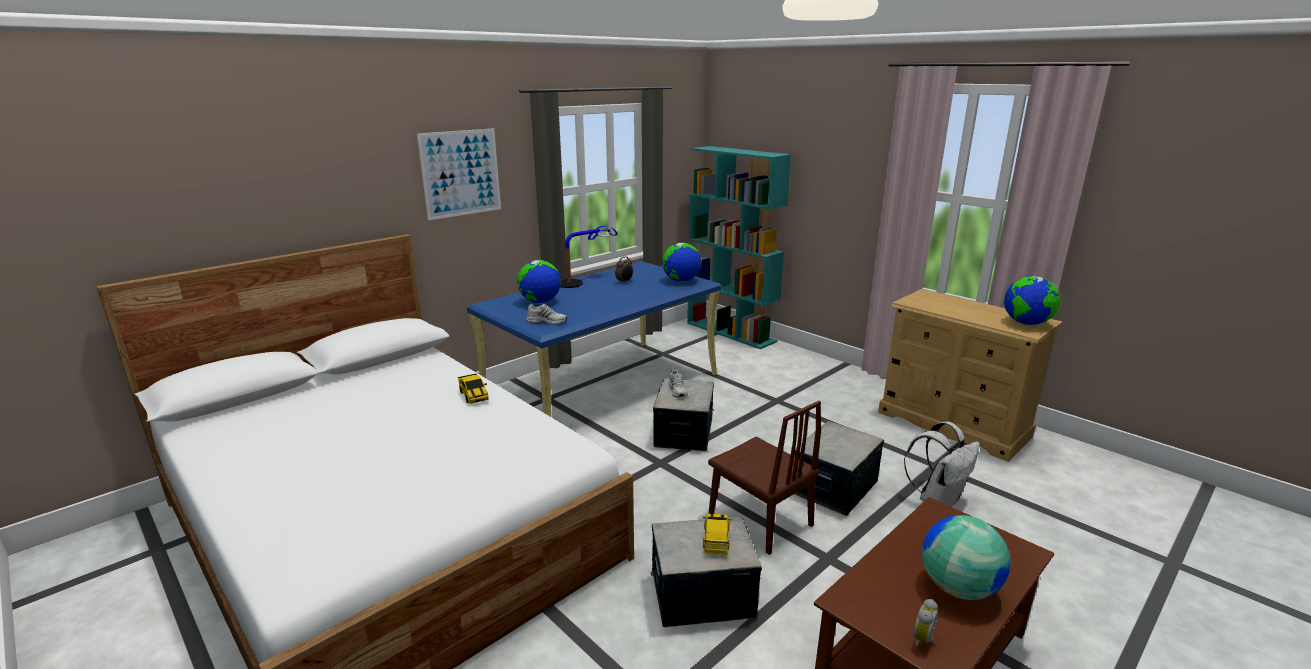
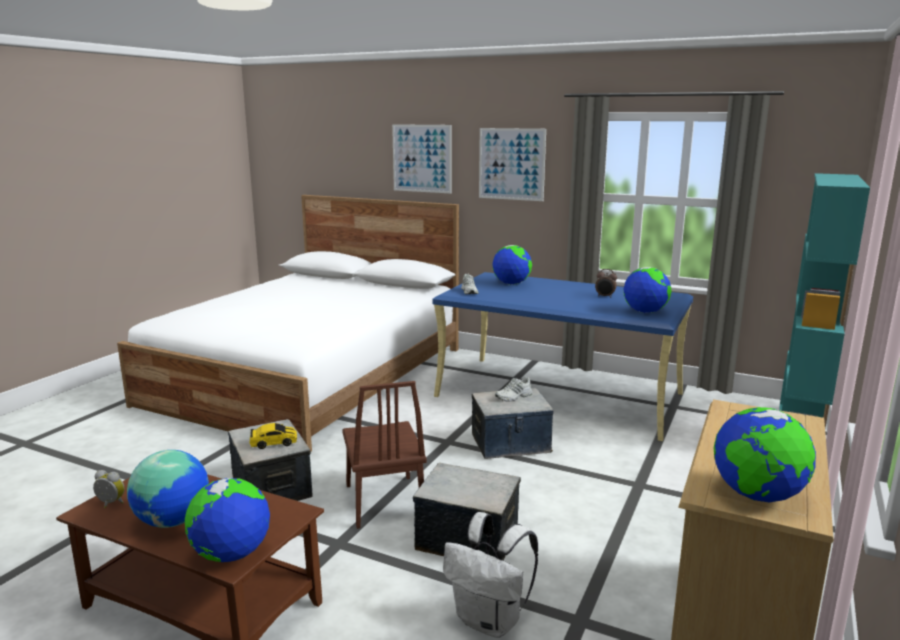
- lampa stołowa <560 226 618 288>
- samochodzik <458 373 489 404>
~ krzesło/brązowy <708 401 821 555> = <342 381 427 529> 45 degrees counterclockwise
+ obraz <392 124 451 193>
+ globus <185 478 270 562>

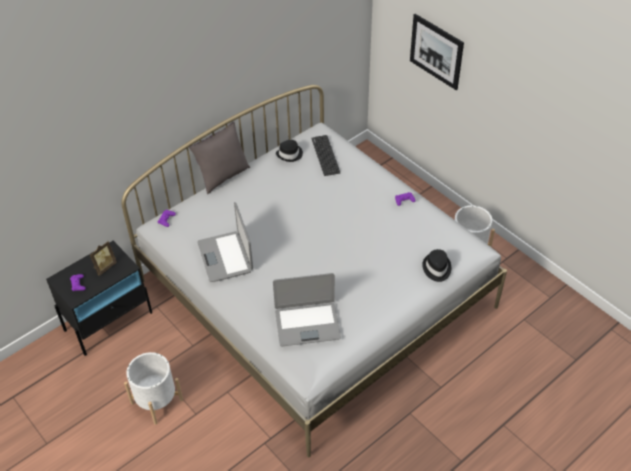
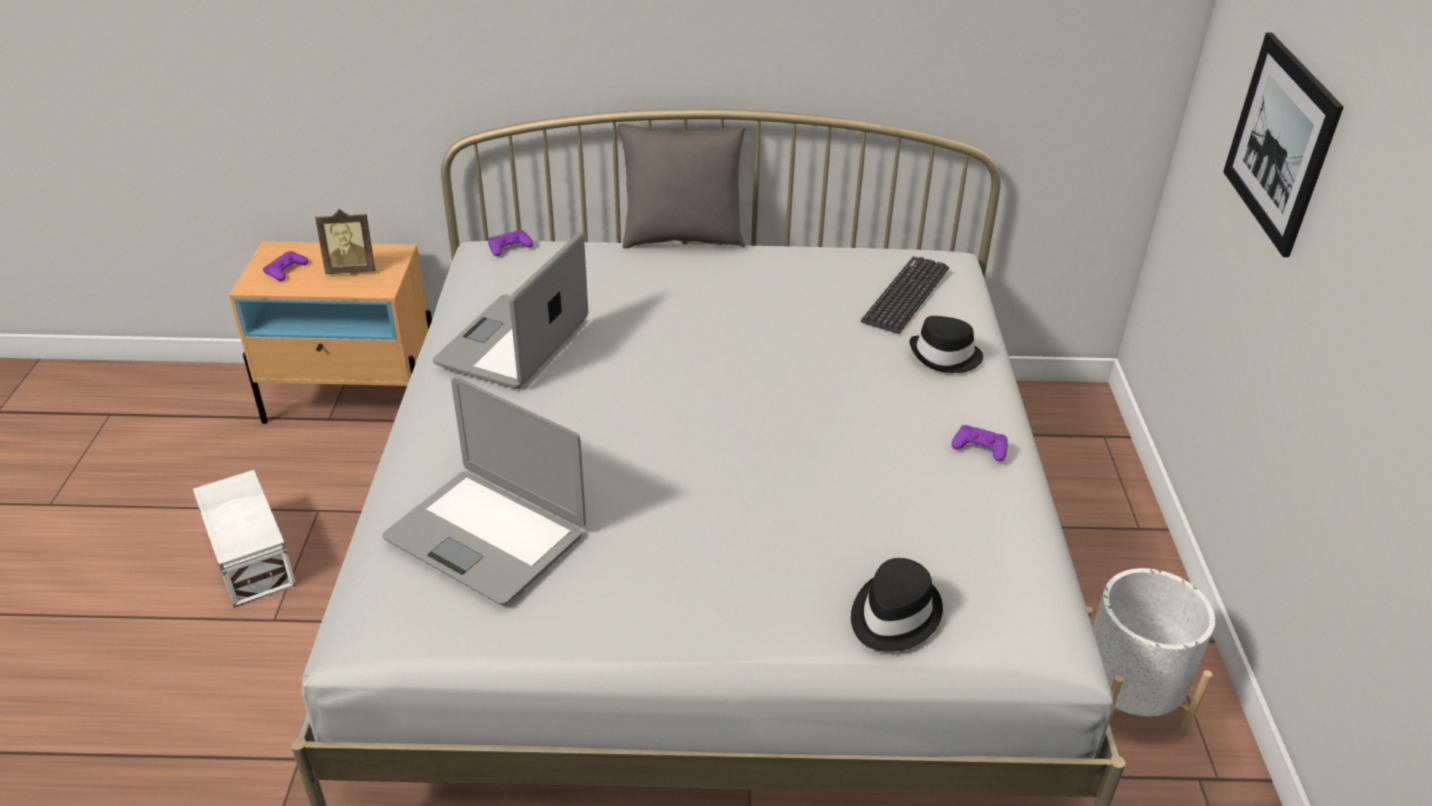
~ kapelusz/czarny <276 140 303 162> to <910 316 983 373>
~ szafka nocna/czarny <46 241 152 356> to szafka nocna/beżowy <229 241 432 424>
~ donica/biały <124 352 183 425> to pojemnik do przechowywania/biały <193 470 297 608>

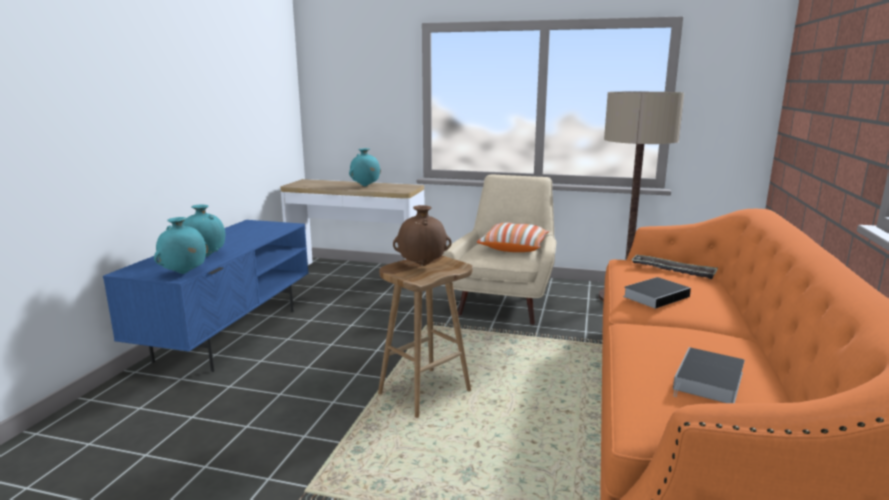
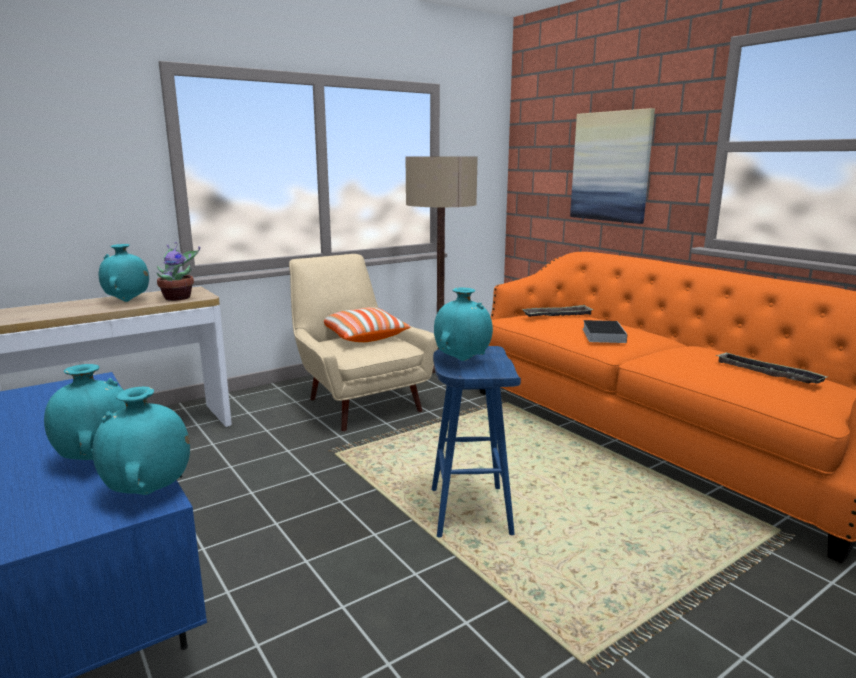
~ wazon/brązowy <393 205 452 266> to wazon/turkusowy <434 287 493 361>
~ stołek/brązowy <378 256 473 418> to stołek/niebieski <432 346 521 538>
~ książka <673 347 745 403> to taca <716 352 827 383>
+ obraz <570 108 655 224>
+ roślina doniczkowa <156 242 200 301>

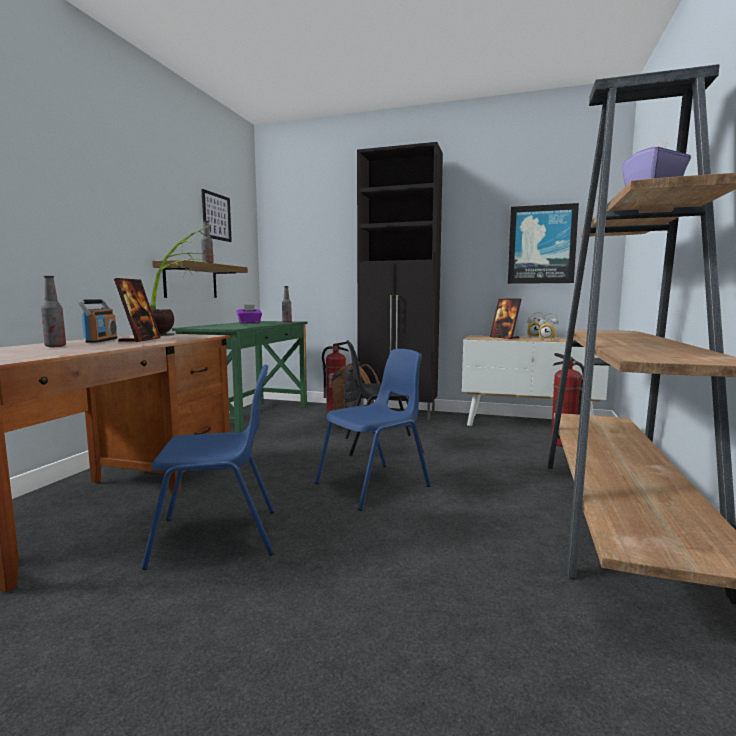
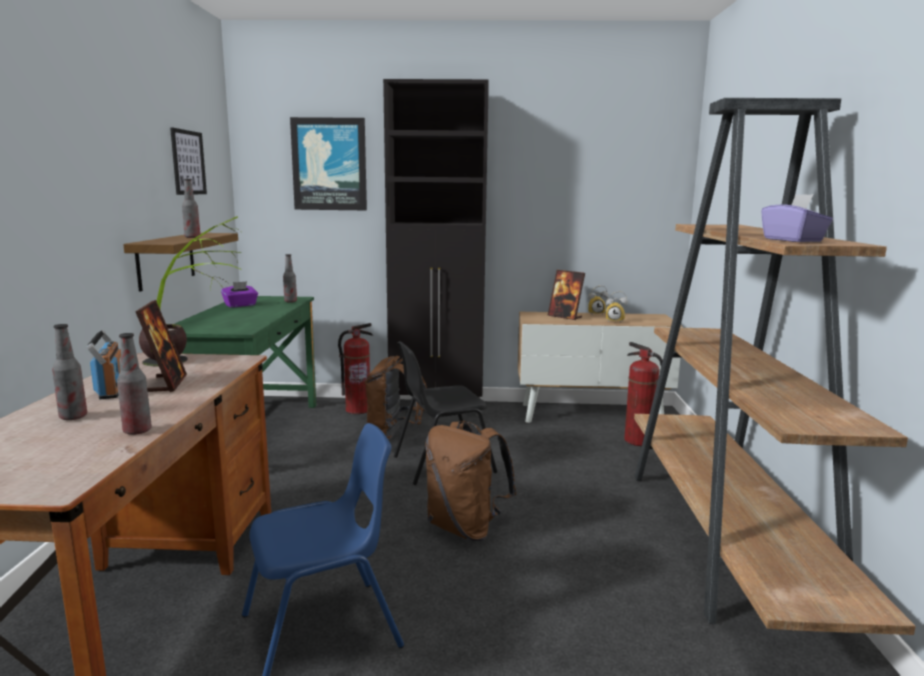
~ obraz <508 203 579 284> to <290 117 367 210>
~ krzesło/niebieski <315 349 431 511> to plecak/brązowy <425 421 517 541>
+ butelka <117 333 152 435>

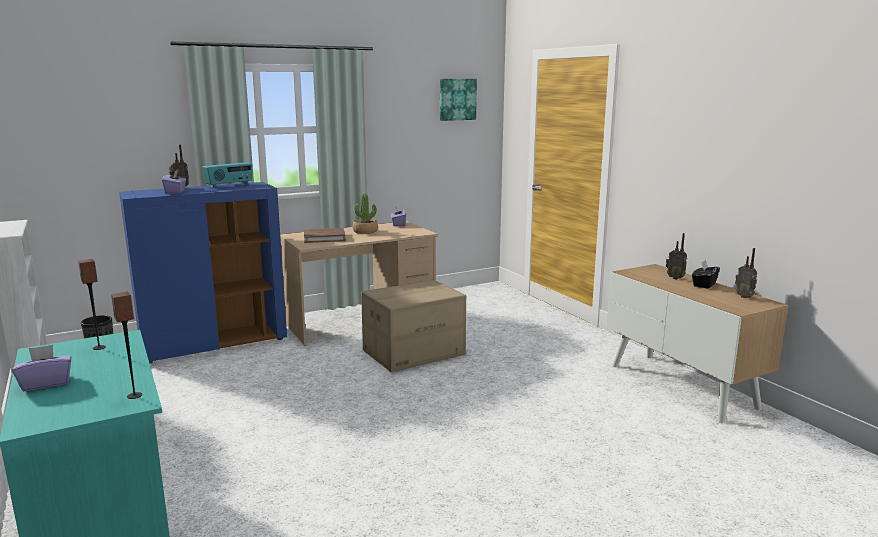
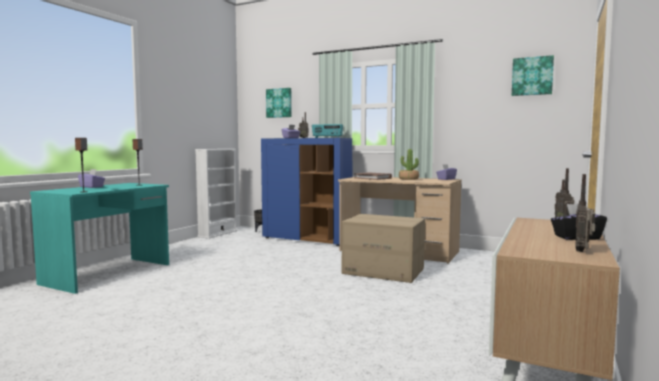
+ obraz <266 88 292 118>

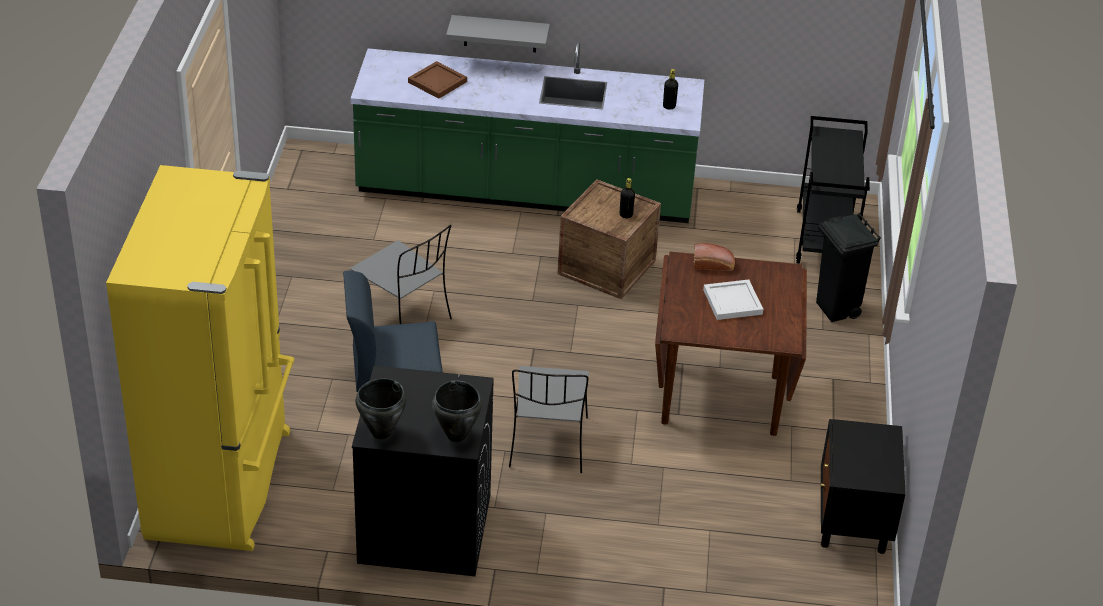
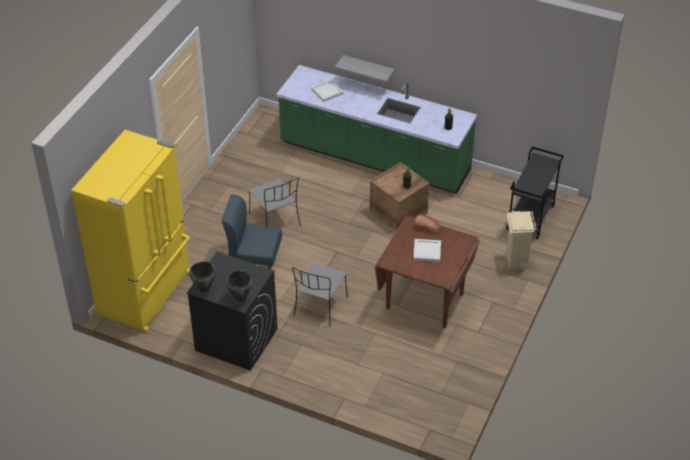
~ taca/brązowy <408 61 467 99> to taca/biały <311 79 343 102>
~ kosz na śmieci/czarny <816 213 881 322> to kosz na śmieci/beżowy <506 211 537 269>
- szafka nocna/czarny <821 419 906 554>

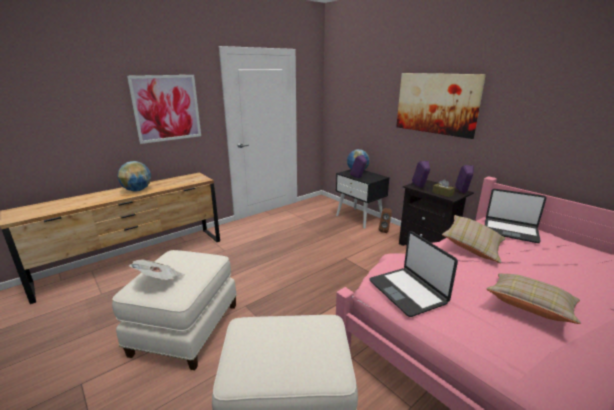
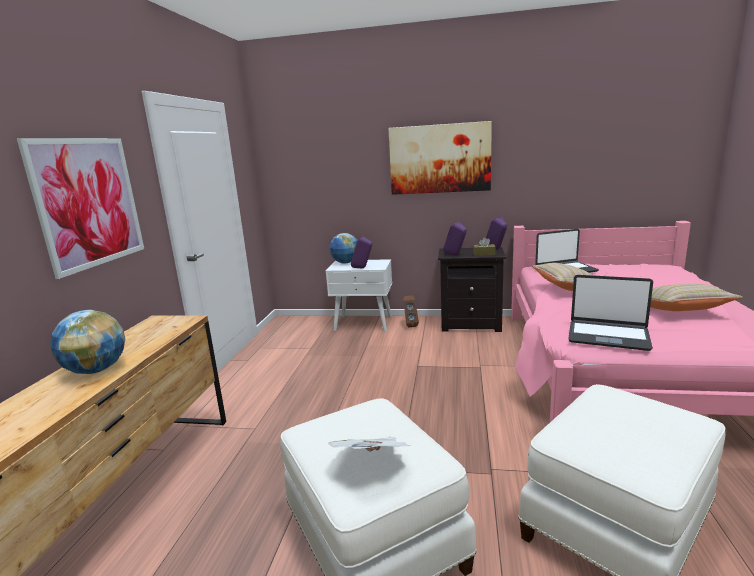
~ szafka nocna/czarny <336 169 390 228> to szafka nocna/biały <326 259 392 331>

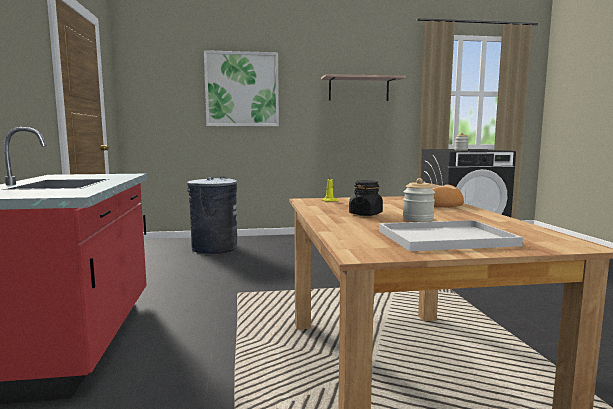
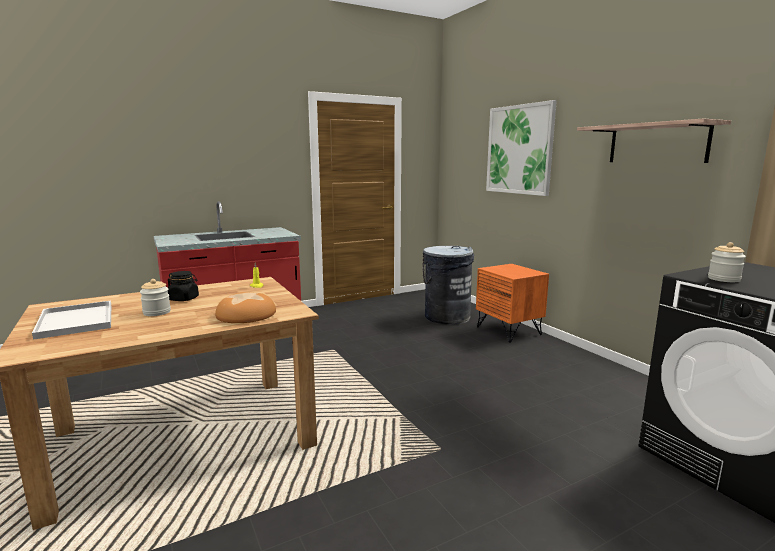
+ szafka nocna/pomarańczowy <476 264 549 343>

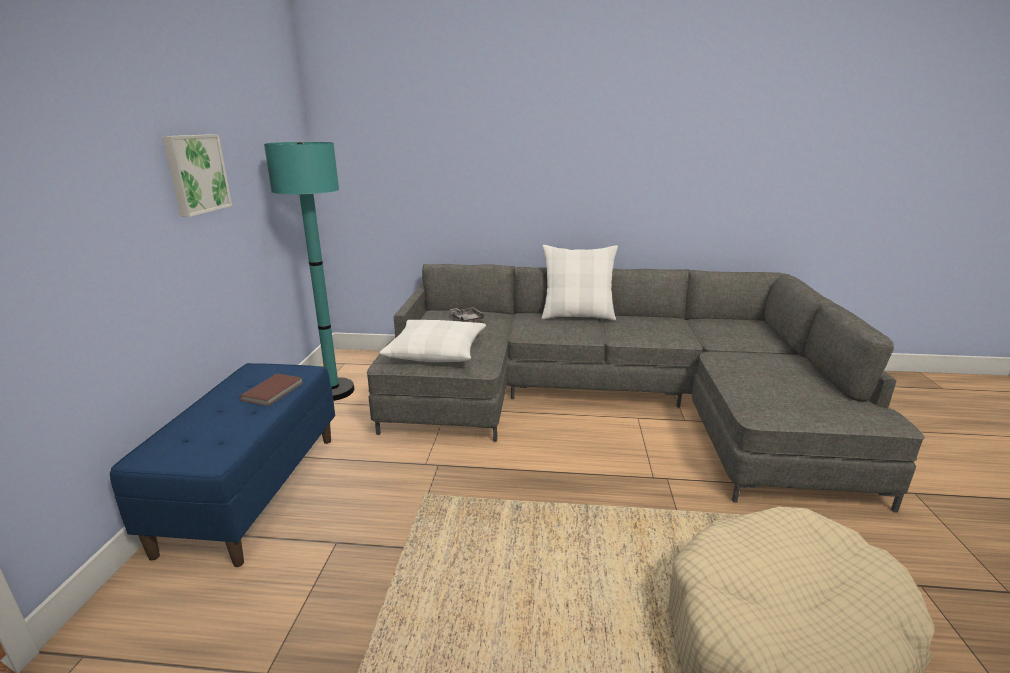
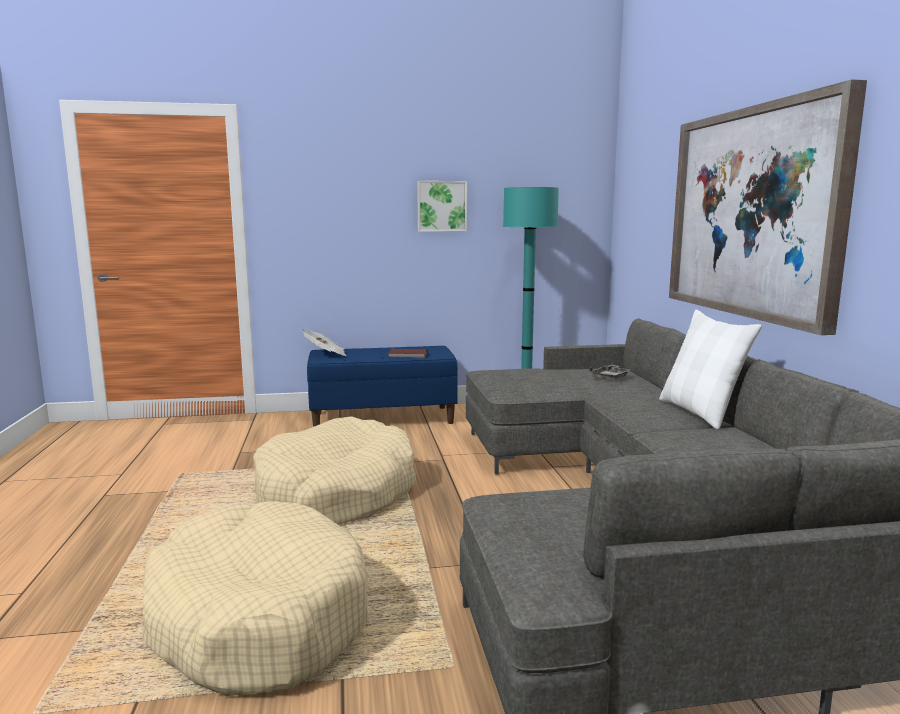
- poduszka/biały <380 320 486 362>
+ obraz <669 80 867 335>
+ gazeta <301 329 347 356>
+ legowisko/beżowy <253 416 416 524>

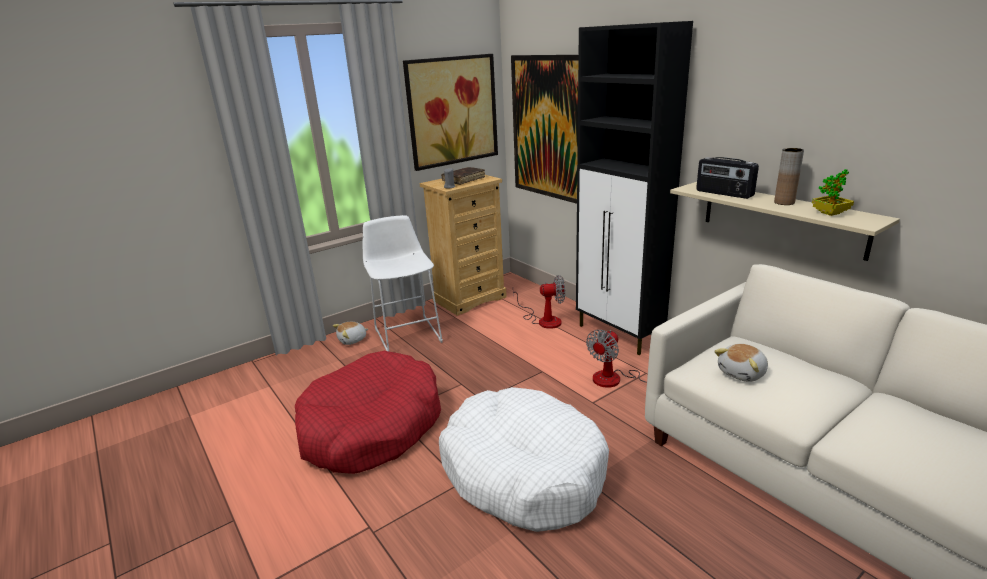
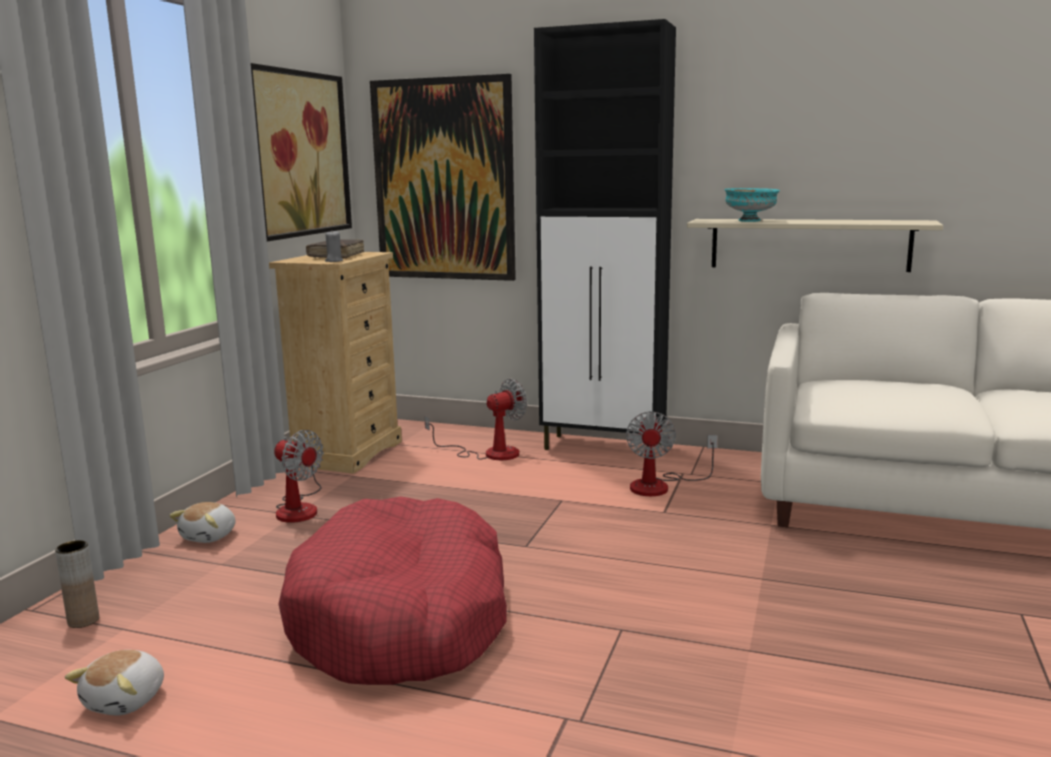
~ wazon/brązowy <774 148 804 205> to <55 540 99 628>
~ radio <696 157 759 199> to miska/turkusowy <724 188 780 222>
- roślina doniczkowa <812 169 854 216>
~ stołek/biały <363 215 443 352> to wentylator <274 430 324 523>
~ pluszak <714 344 768 382> to <65 650 164 715>
- legowisko/biały <439 387 609 532>

